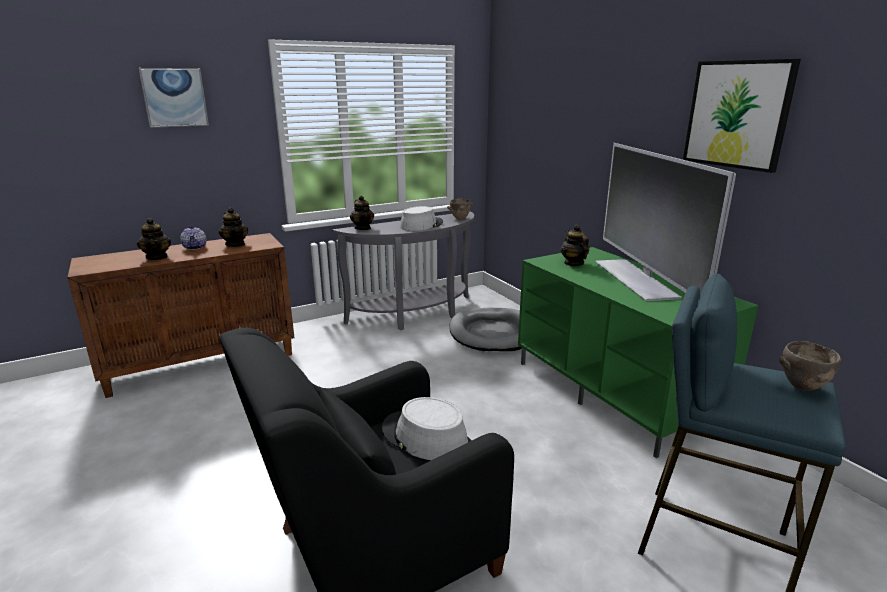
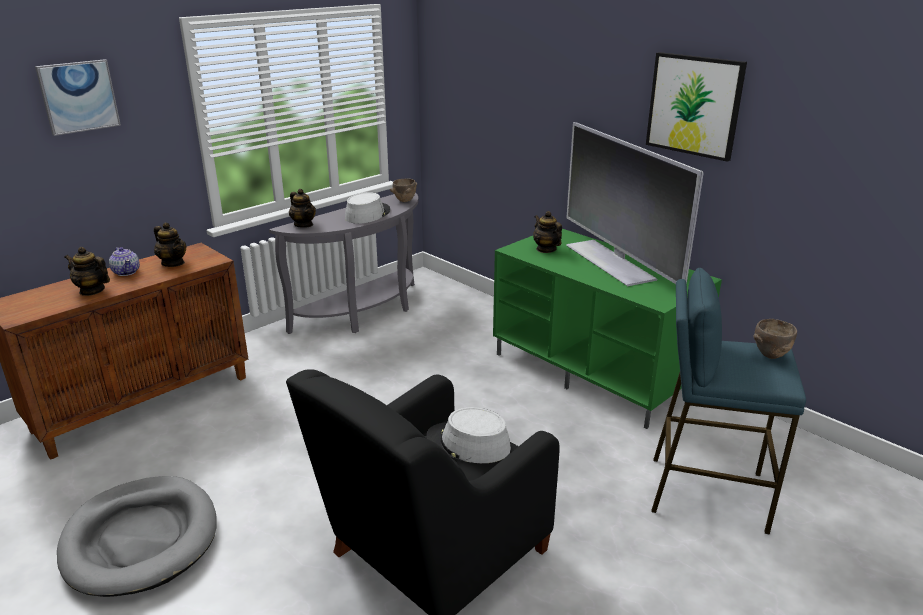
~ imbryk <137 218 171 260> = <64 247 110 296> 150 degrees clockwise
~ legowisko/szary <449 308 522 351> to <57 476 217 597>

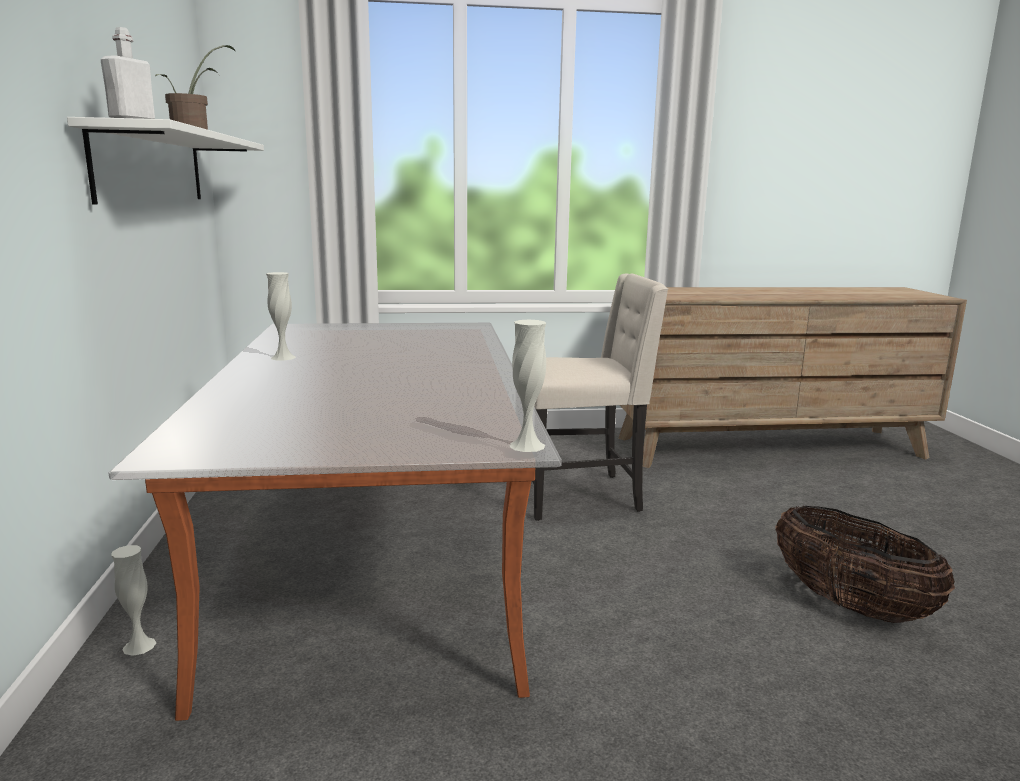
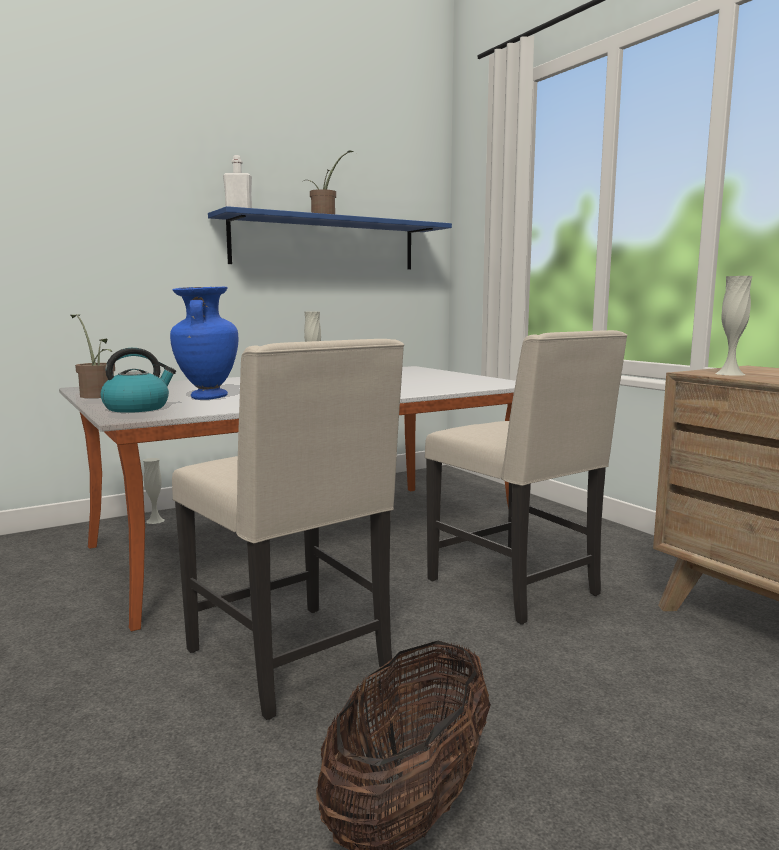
~ półka/biały <67 117 264 205> to półka/niebieski <208 206 452 269>
~ wazon/biały <509 320 546 452> to <715 276 752 376>
+ wazon/niebieski <170 287 238 400>
+ roślina doniczkowa <71 314 115 398>
+ krzesło/beżowy <172 339 404 720>
+ czajnik <101 348 176 413>

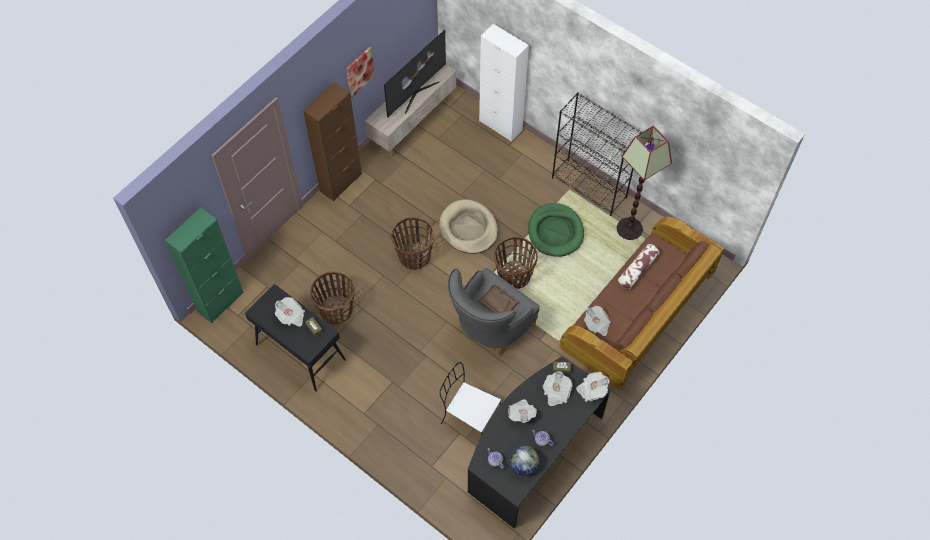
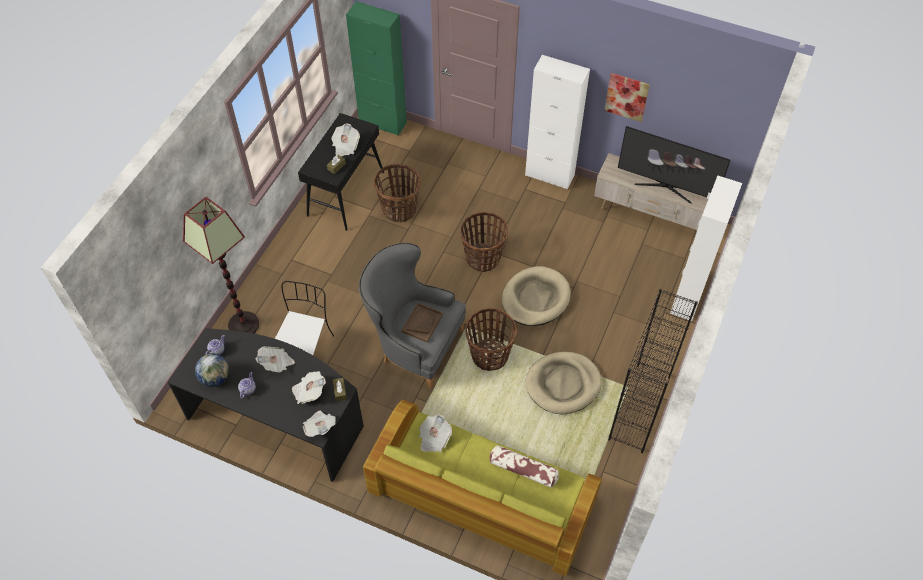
~ szafka/brązowy <303 82 362 201> to szafka/biały <525 55 590 190>
~ lampa stojąca <617 126 672 240> to <183 197 259 334>
~ legowisko/zielony <528 203 584 257> to legowisko/beżowy <526 352 602 414>
~ kanapa/brązowy <559 217 724 391> to kanapa/zielony <363 400 602 576>

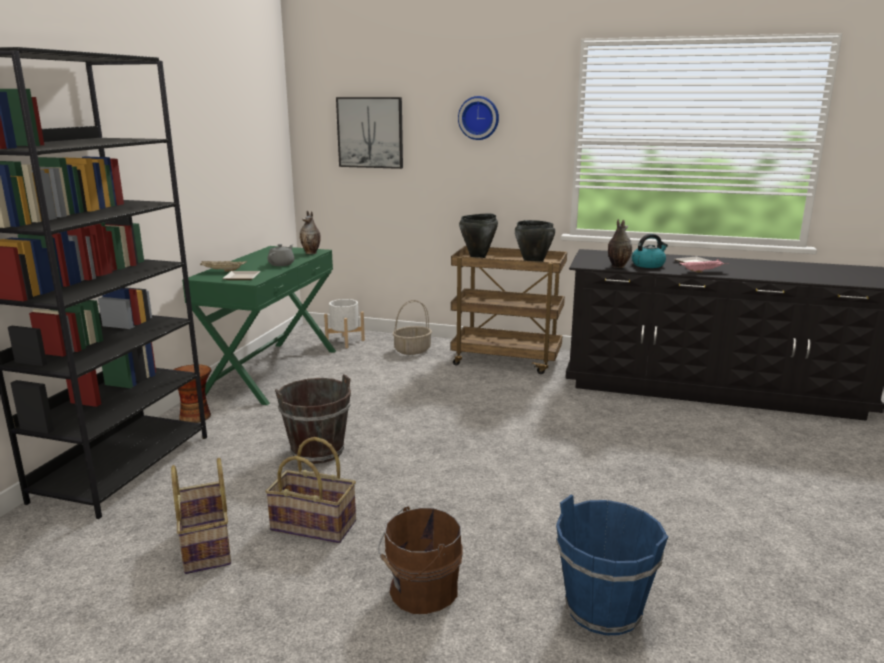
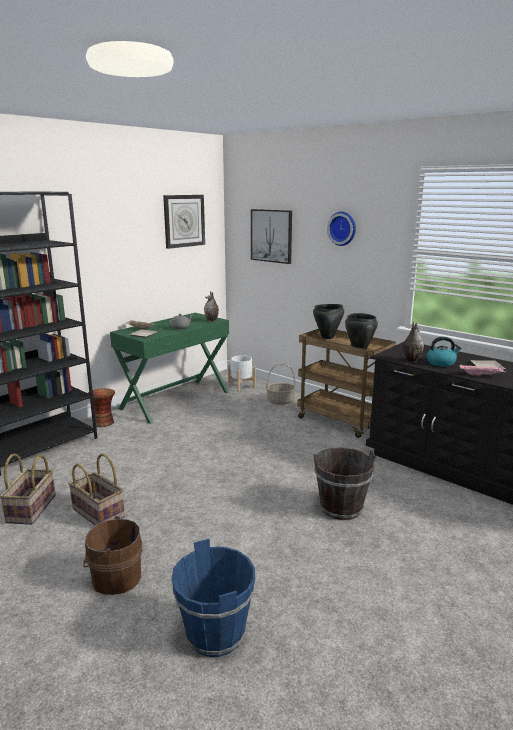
~ wiadro/brązowy <275 374 351 464> to <313 447 376 520>
+ zegar ścienny <163 195 205 249>

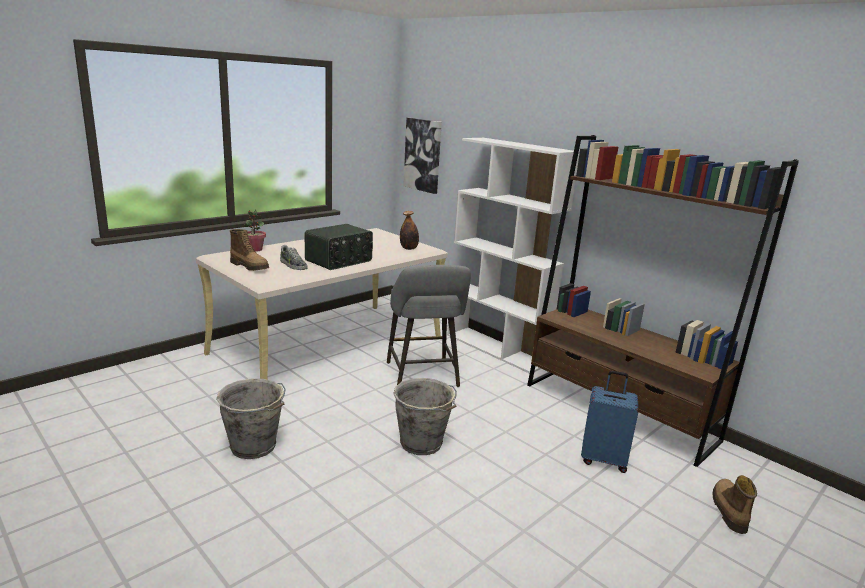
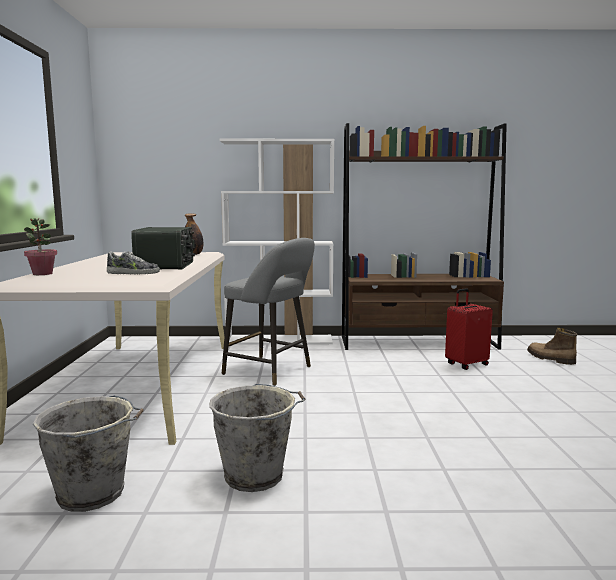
- obraz <403 118 442 194>
- but z cholewką <230 229 269 271>
~ walizka/niebieski <581 371 638 473> to walizka/czerwony <445 288 493 370>
~ wiadro/szary <393 378 457 455> to <33 395 144 512>

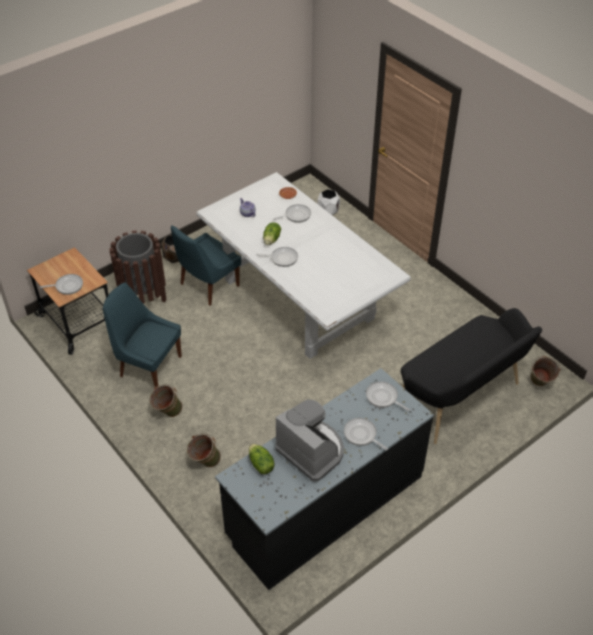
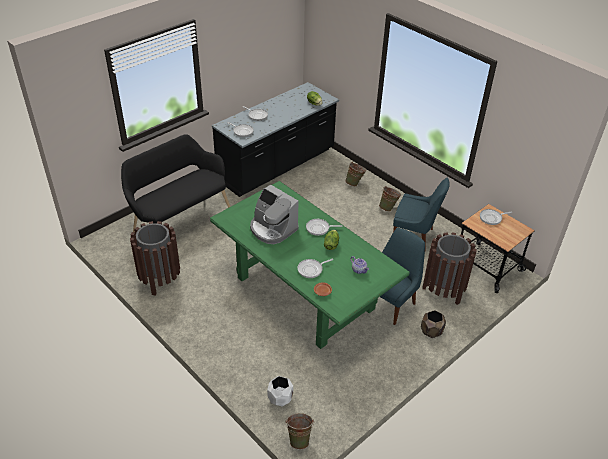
~ stół jadalny/biały <197 172 411 359> to stół jadalny/zielony <210 181 410 349>
~ wiadro/zielony <531 356 561 386> to <285 413 314 450>
~ ekspres do kawy <276 399 344 481> to <250 185 299 244>
+ kosz na śmieci/brązowy <130 221 180 295>

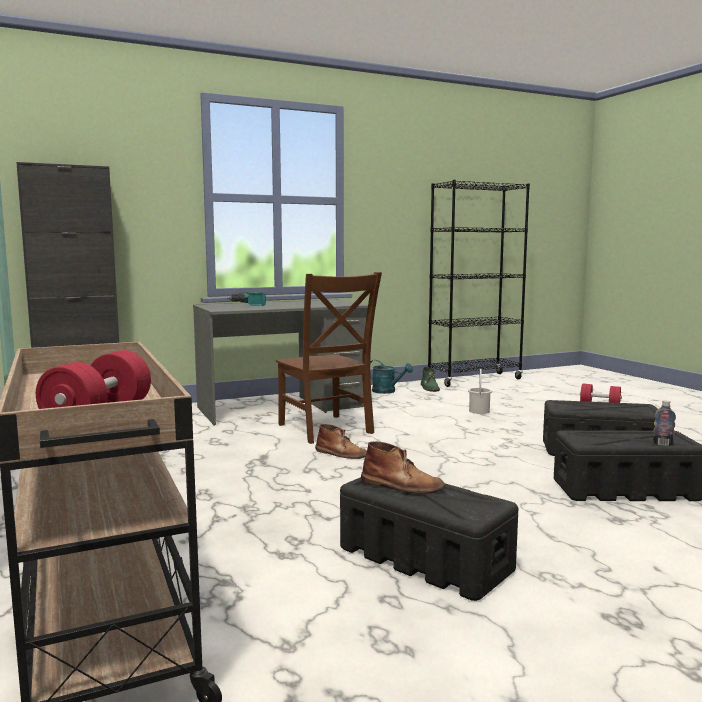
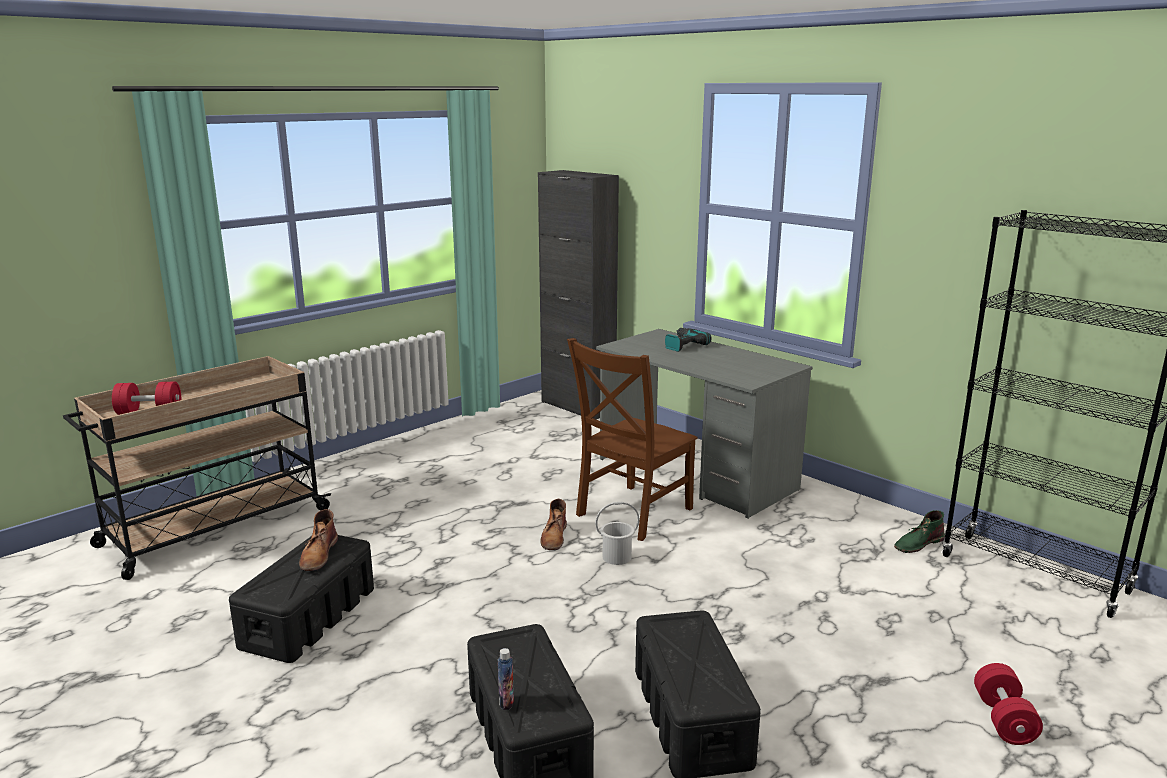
- konewka/turkusowy <370 360 413 394>
~ wiadro/biały <468 369 492 414> to <595 502 640 565>

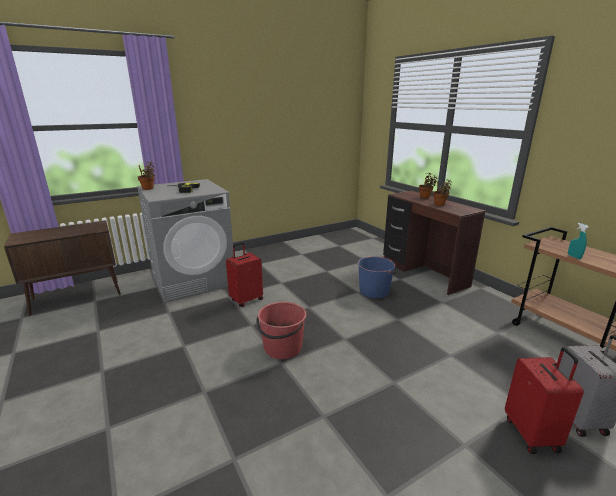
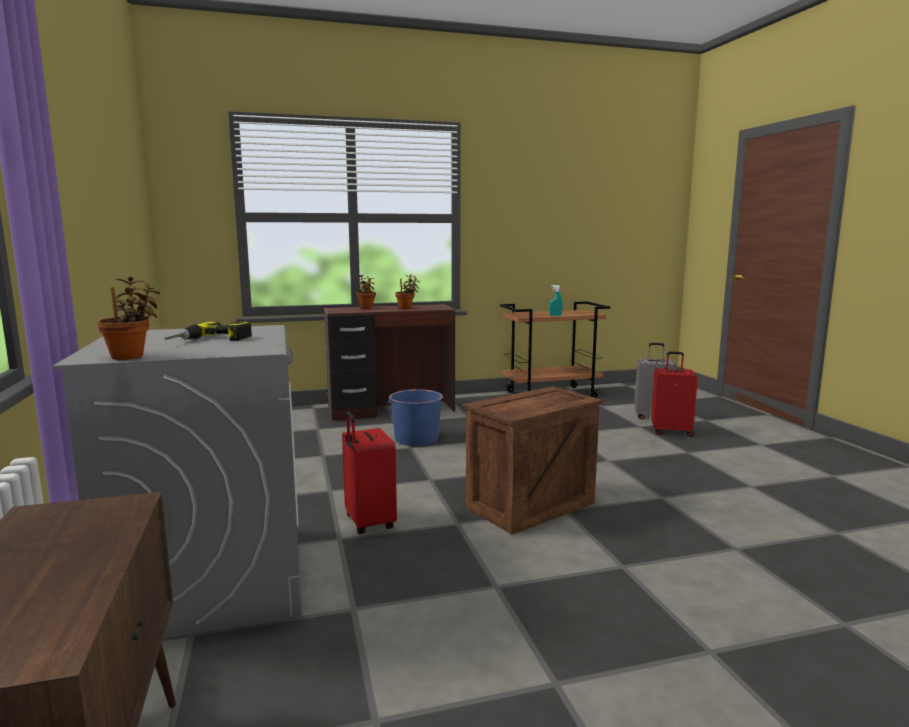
~ wiadro/czerwony <257 302 307 359> to skrzynka <463 386 603 535>

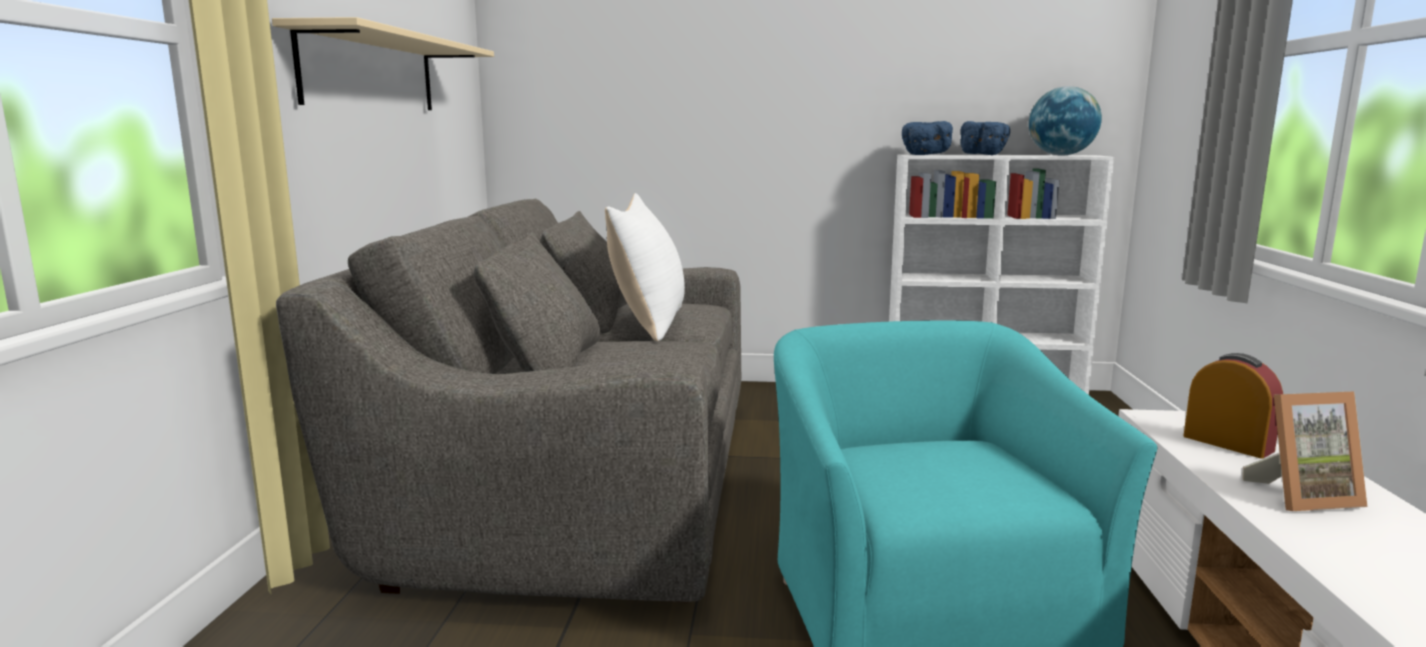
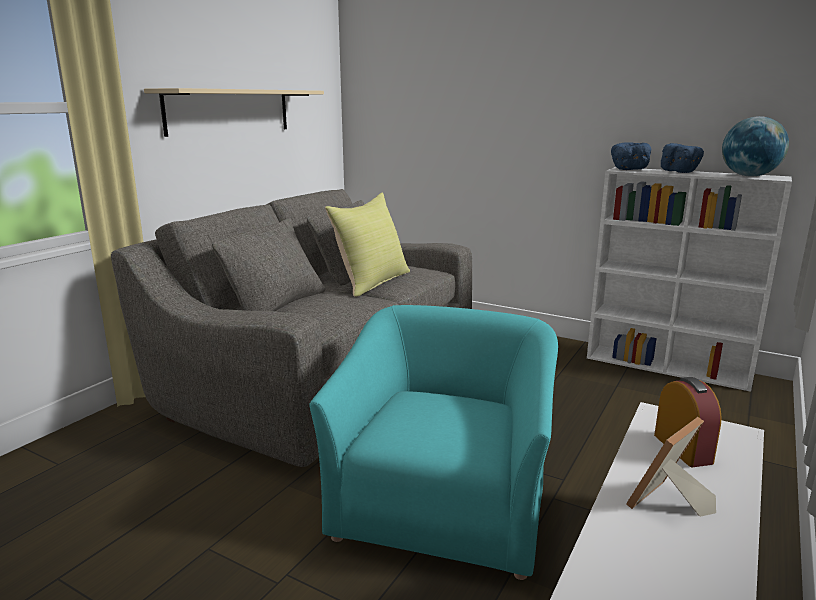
~ poduszka/biały <605 193 685 341> to poduszka/żółty <325 193 410 297>
~ ramka na zdjęcie <1243 391 1368 511> = <626 417 716 517> 120 degrees clockwise

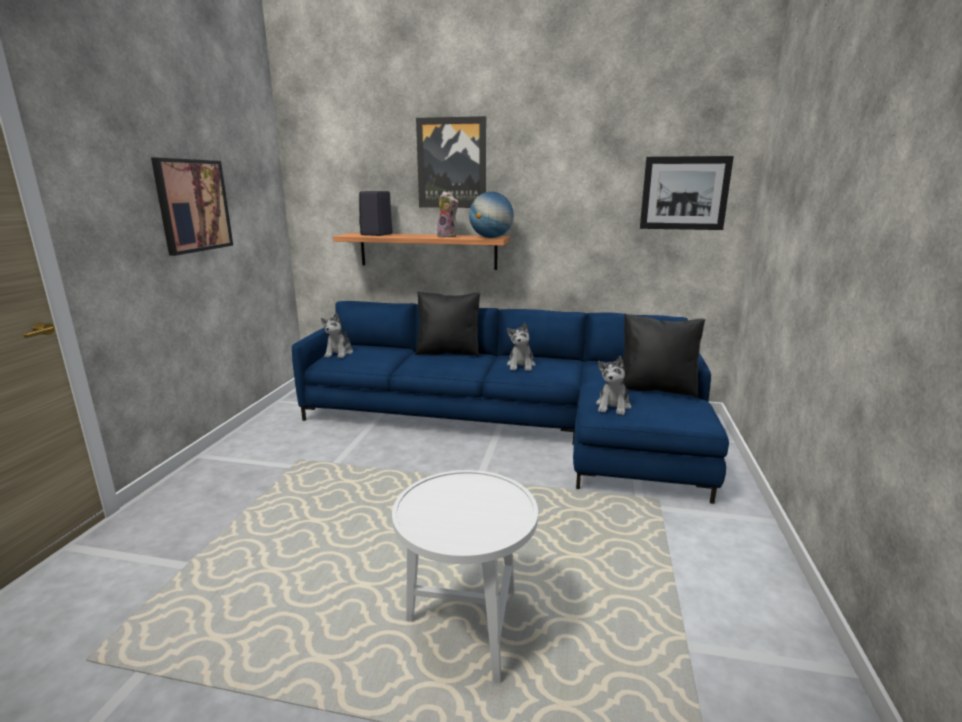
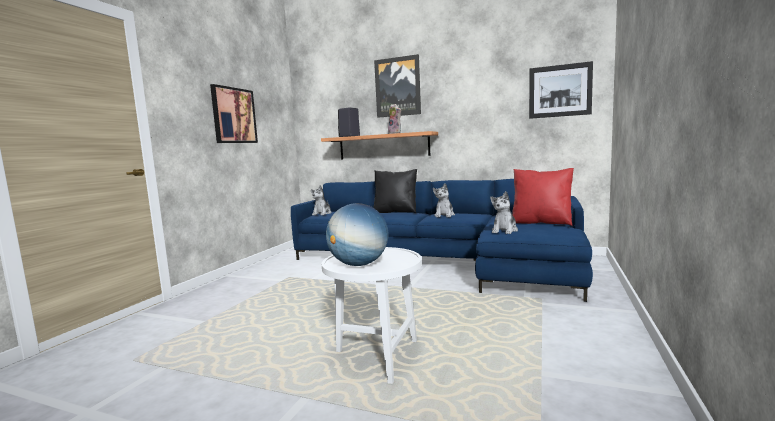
~ globus <469 192 514 238> to <326 203 389 266>
~ poduszka/czarny <623 314 705 398> to poduszka/czerwony <512 168 574 226>

